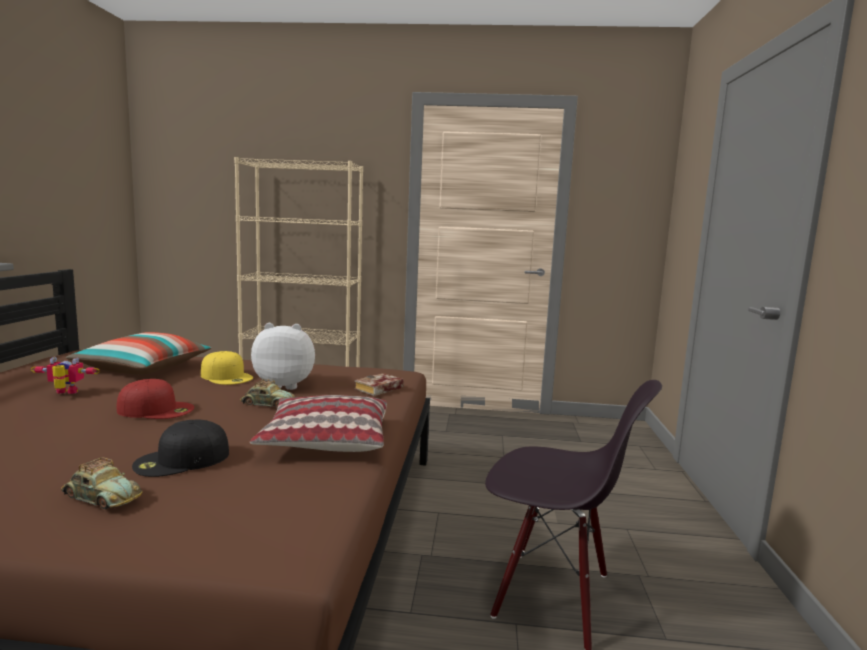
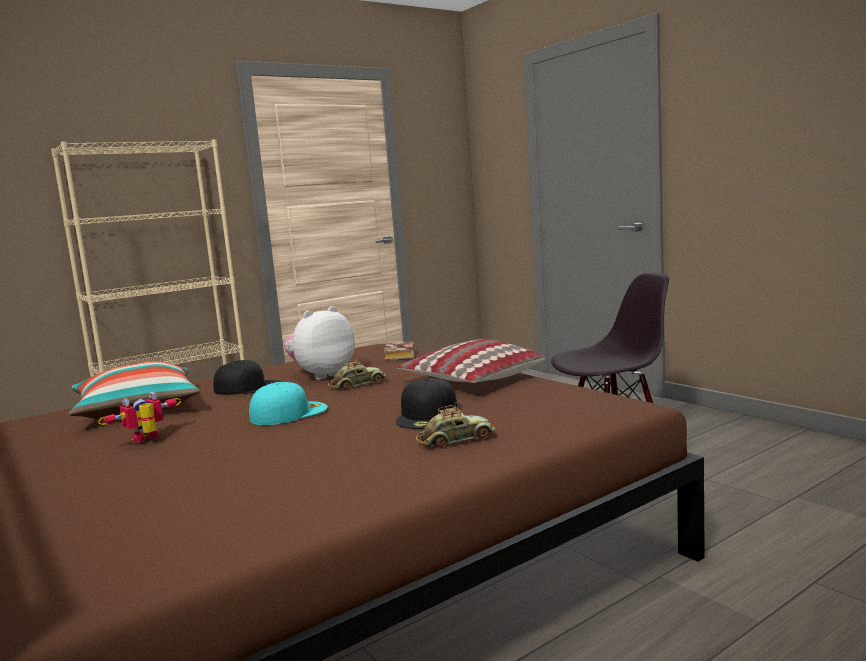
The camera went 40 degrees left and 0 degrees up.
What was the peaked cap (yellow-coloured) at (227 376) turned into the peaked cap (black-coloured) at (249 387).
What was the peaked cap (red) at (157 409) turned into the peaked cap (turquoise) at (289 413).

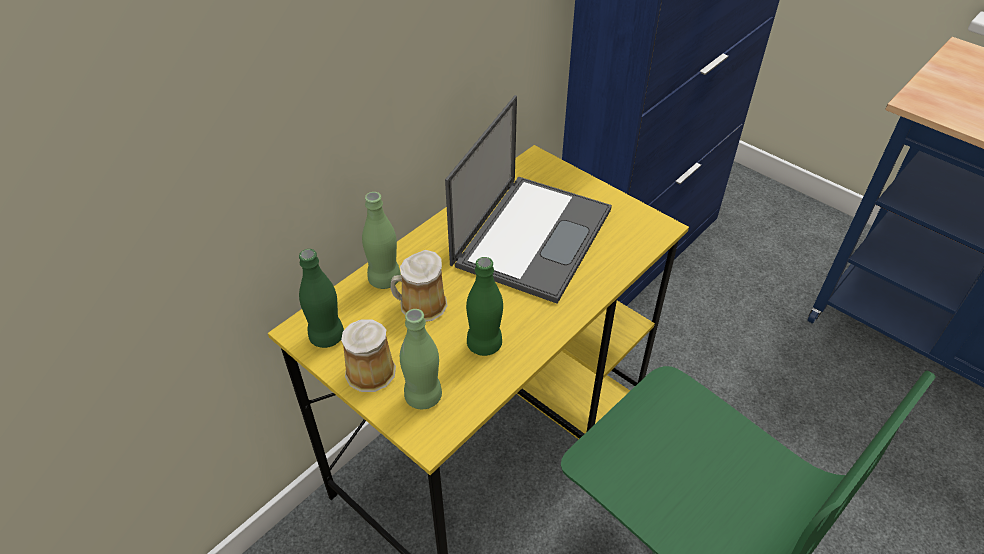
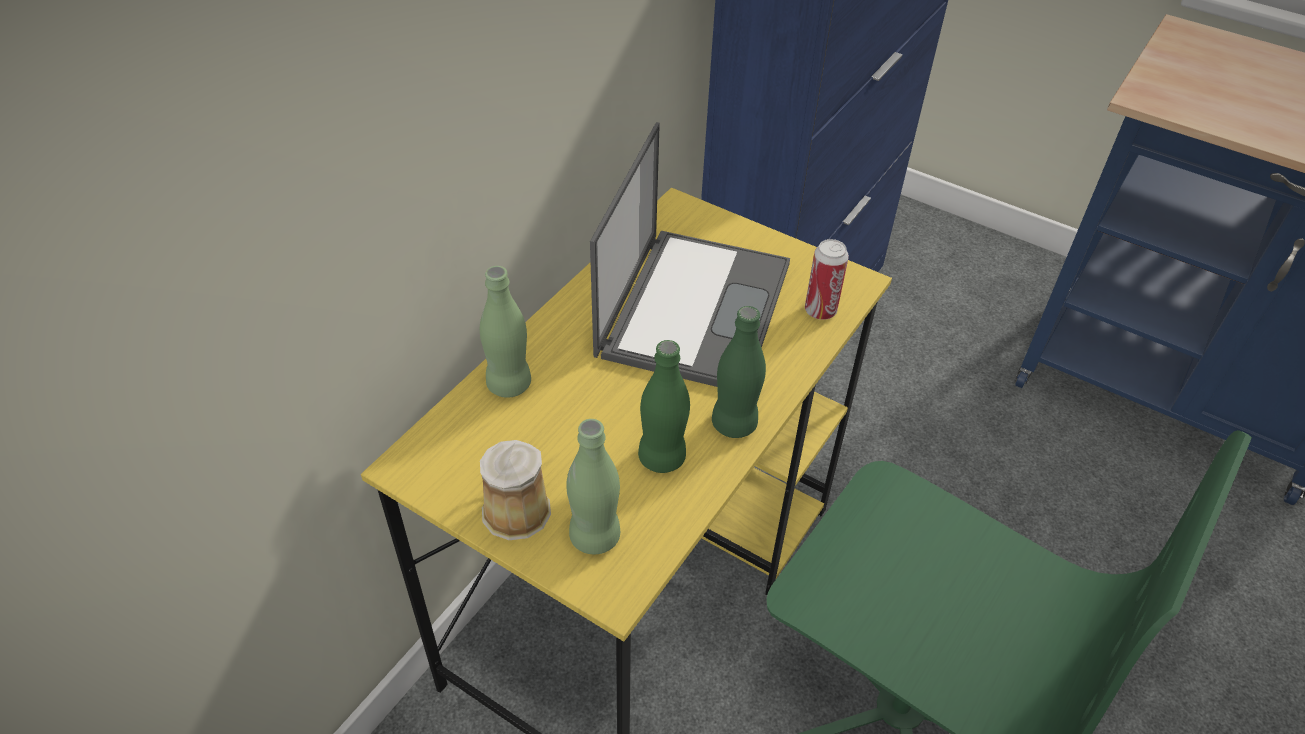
The camera went 10 degrees left and 0 degrees up.
The bottle (green-coloured) ended up elsewhere, having gone from (327 336) to (734 424).
The second view lost the tea mug at (420 305).
The second view gained the metal can at (820 311).

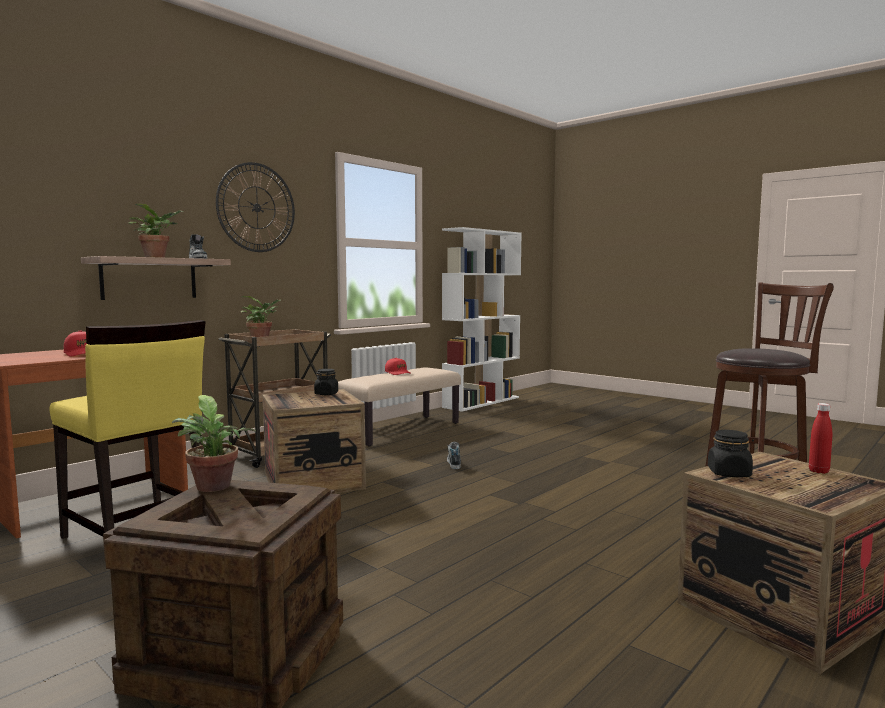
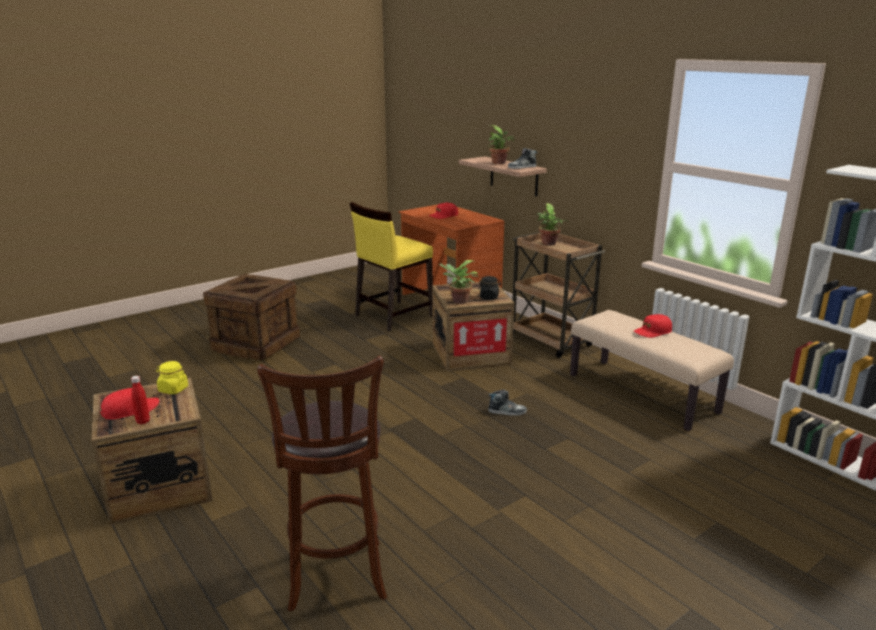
The camera went 100 degrees right and 15 degrees up.
The second view lost the hanging clock at (256 207).
The houseplant ended up elsewhere, having gone from (214 488) to (458 301).
What was the jar (black-coloured) at (729 473) turned into the jar (yellow-coloured) at (173 389).
The second view gained the peaked cap (red) at (130 410).

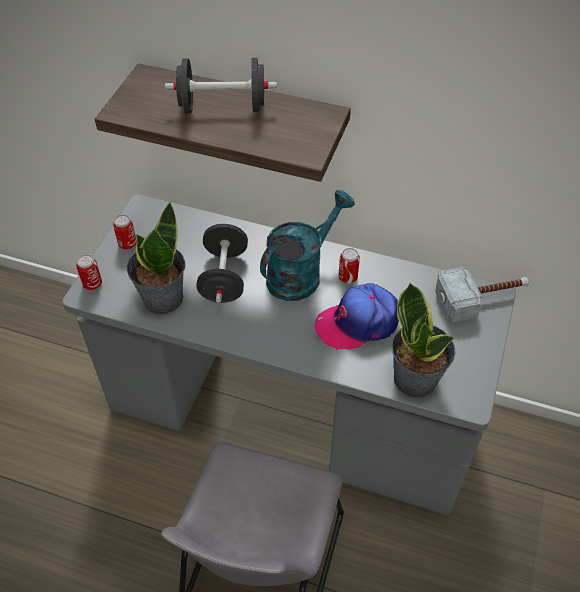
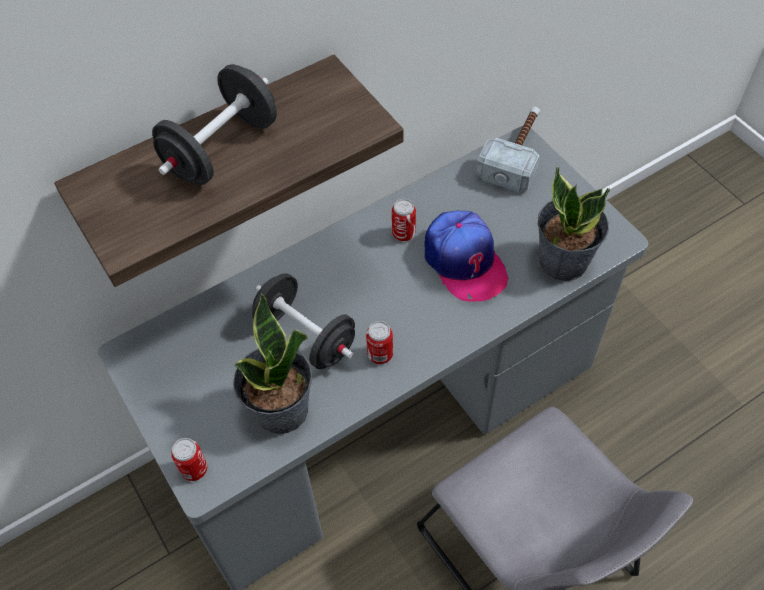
The camera went 50 degrees left and 5 degrees up.
The second view lost the watering can (turquoise) at (301 273).
The metal can ended up elsewhere, having gone from (127 244) to (380 354).
The peaked cap at (357 322) ended up facing another way, 45 degrees counterclockwise from before.

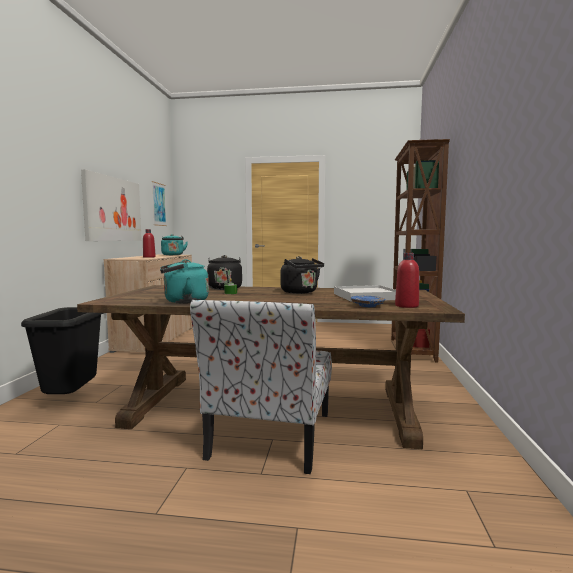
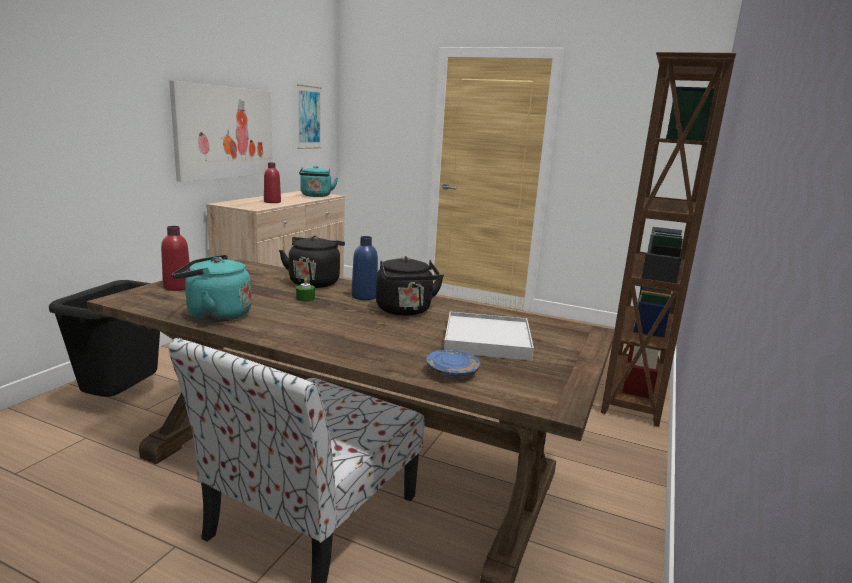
The camera went 15 degrees right and 10 degrees up.
The bottle (red) ended up elsewhere, having gone from (406 306) to (177 287).
The second view gained the bottle (blue) at (364 296).

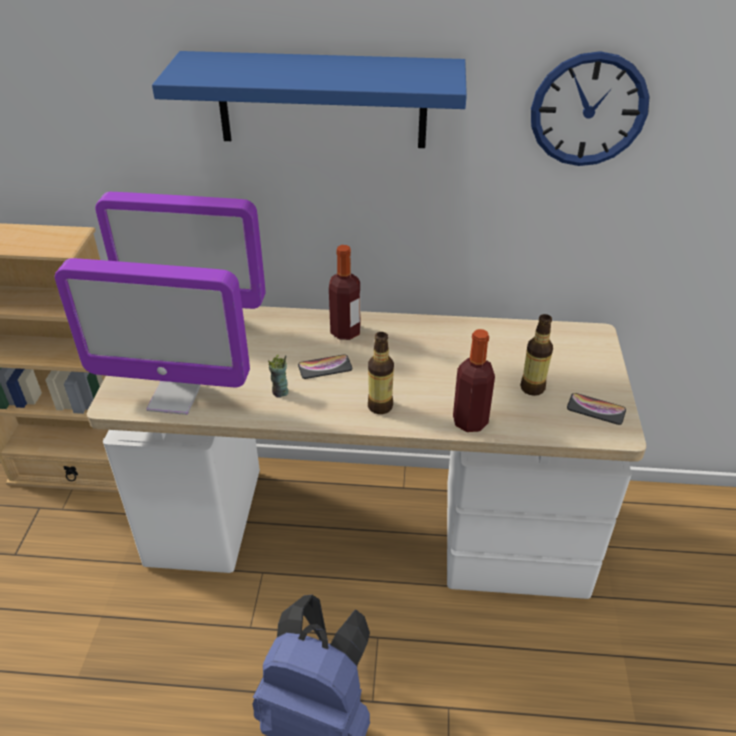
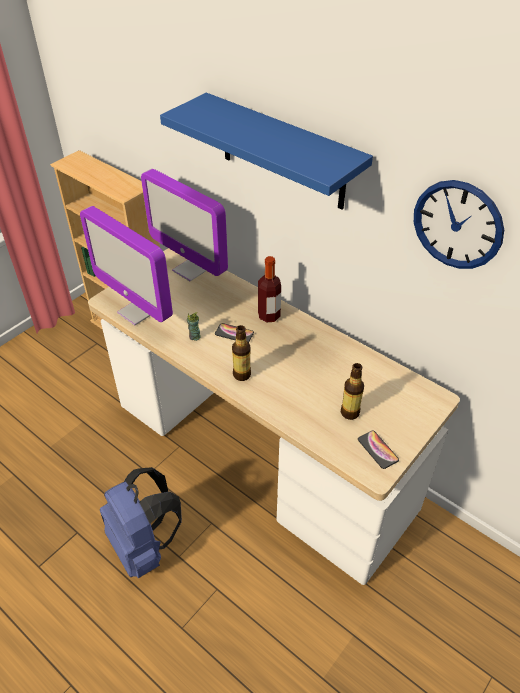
The camera went 35 degrees right and 5 degrees up.
The second view lost the bottle at (470 421).

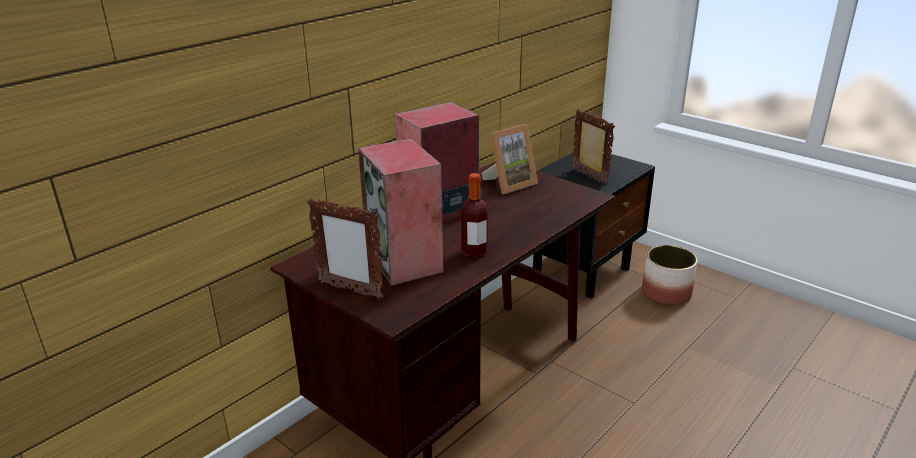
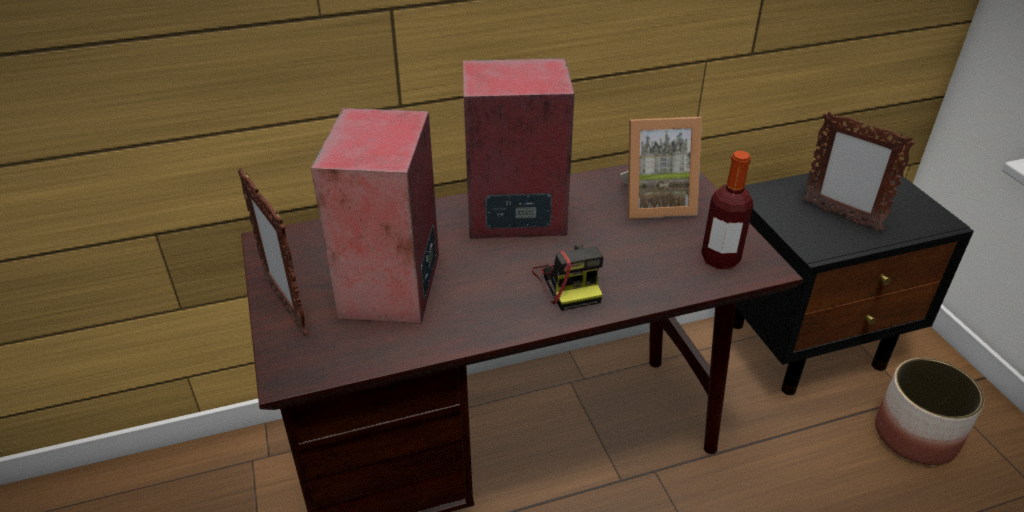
The camera went 30 degrees right and 10 degrees up.
The photo frame at (589 176) ended up facing another way, 135 degrees clockwise from before.
The bottle ended up elsewhere, having gone from (474 252) to (720 259).
The second view gained the still camera at (569 283).

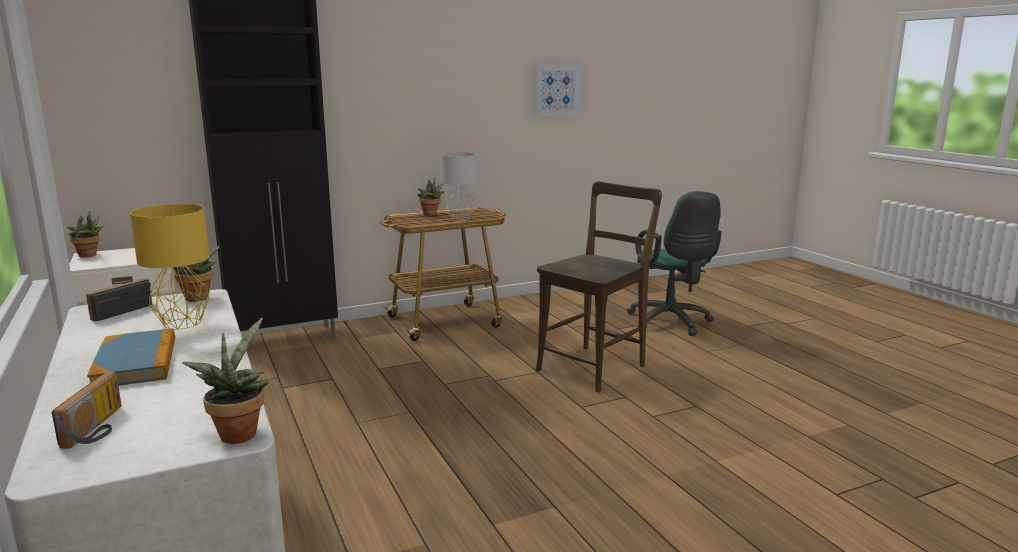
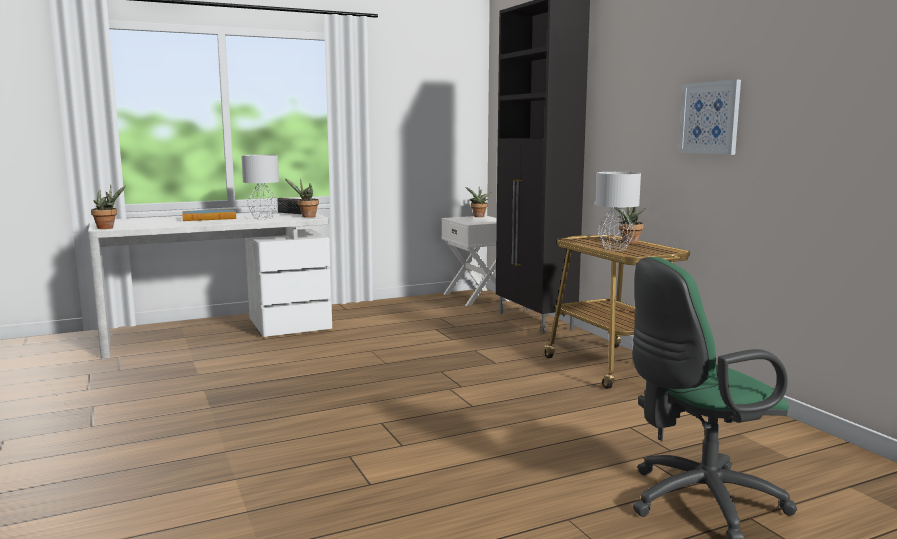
The camera went 90 degrees right and 5 degrees down.
The wall picture ended up elsewhere, having gone from (556 89) to (710 118).
The second view lost the chair (brownish) at (595 366).
What was the tabletop lamp (yellow-coloured) at (182 323) turned into the tabletop lamp (greyish) at (263 218).
The second view lost the radio receiver at (99 428).

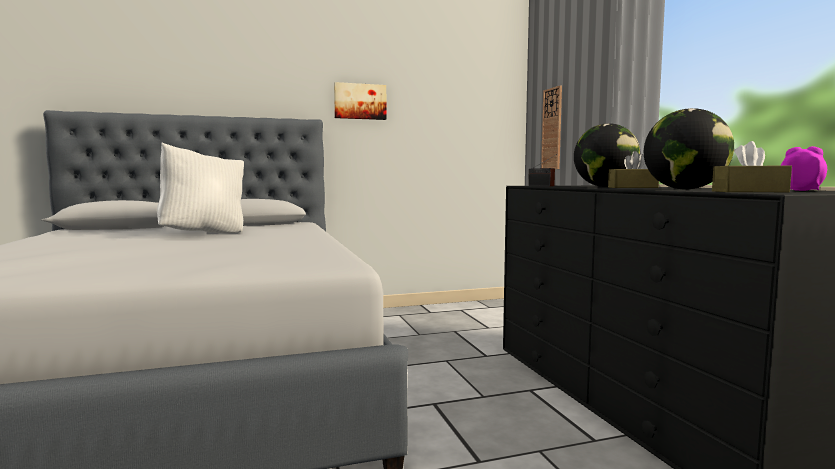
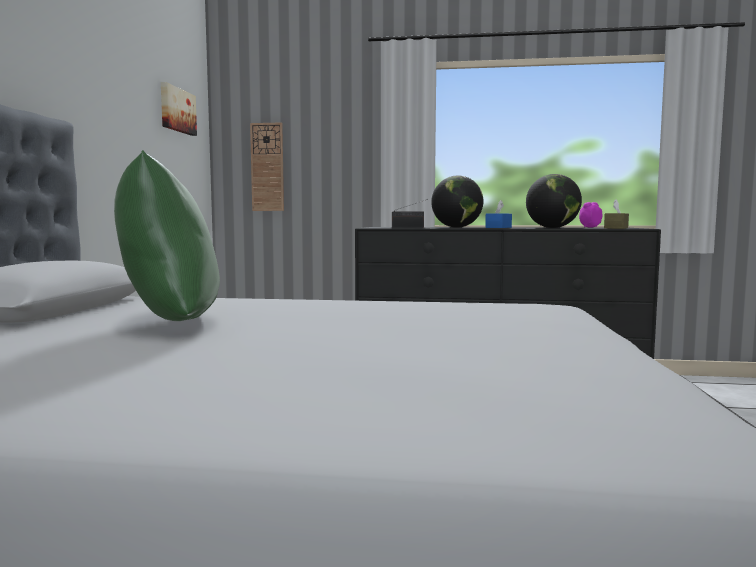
The camera went 65 degrees left and 0 degrees up.
The wall picture ended up elsewhere, having gone from (360 101) to (176 110).
What was the pillow (white-coloured) at (205 233) turned into the pillow (green-coloured) at (168 325).
What was the tissue box (brownish) at (632 187) turned into the tissue box (blue) at (498 227).

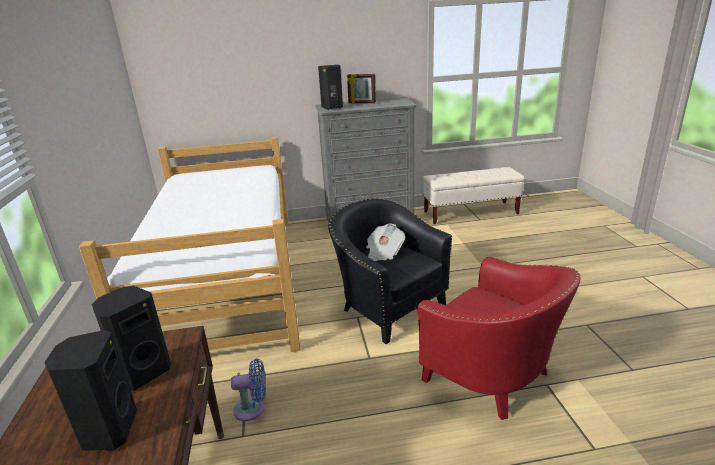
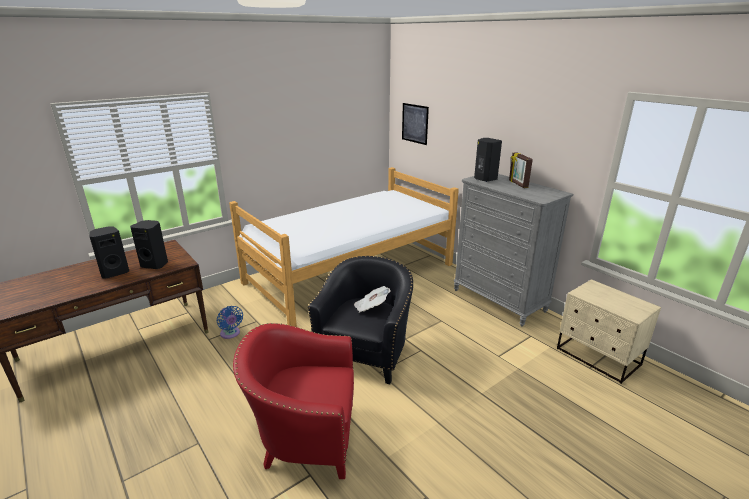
The camera went 60 degrees right and 0 degrees up.
Where the long seat (beige) stood at (471 213), the bedside table (beige) came to stand at (598 357).
The armchair (red) at (493 377) ended up facing another way, 75 degrees clockwise from before.
The second view gained the wall picture at (415 123).

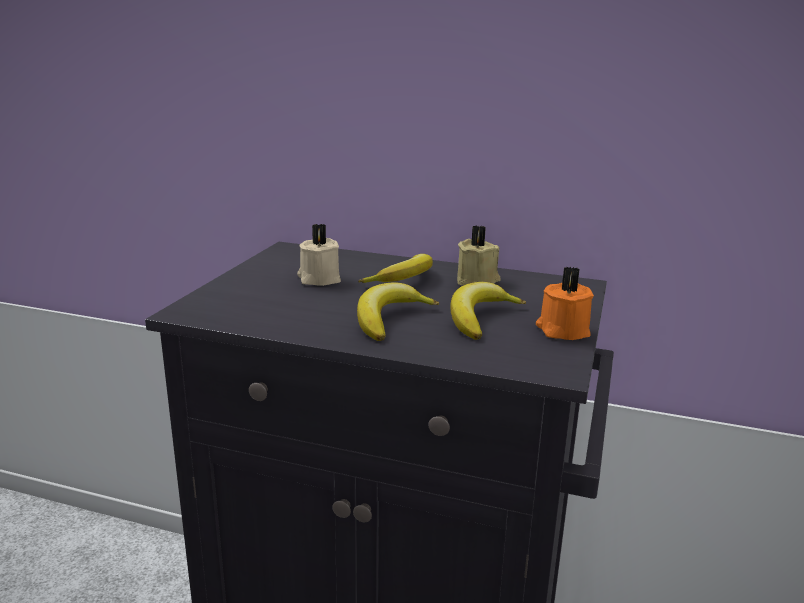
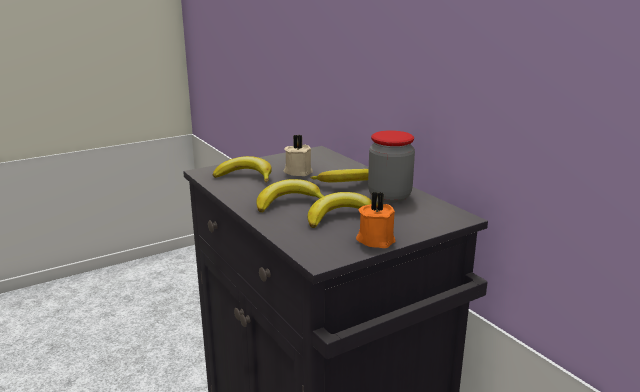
The camera went 40 degrees right and 0 degrees up.
Where the wax light (beige) stood at (478 281), the jar came to stand at (389 196).
The second view gained the banana at (245 176).

